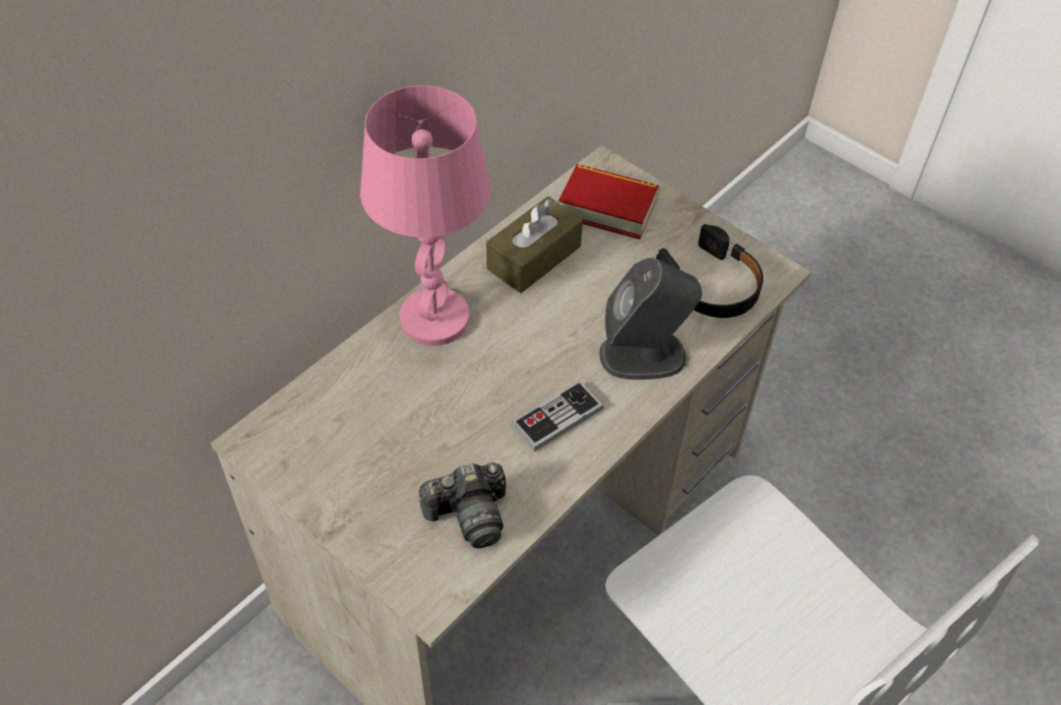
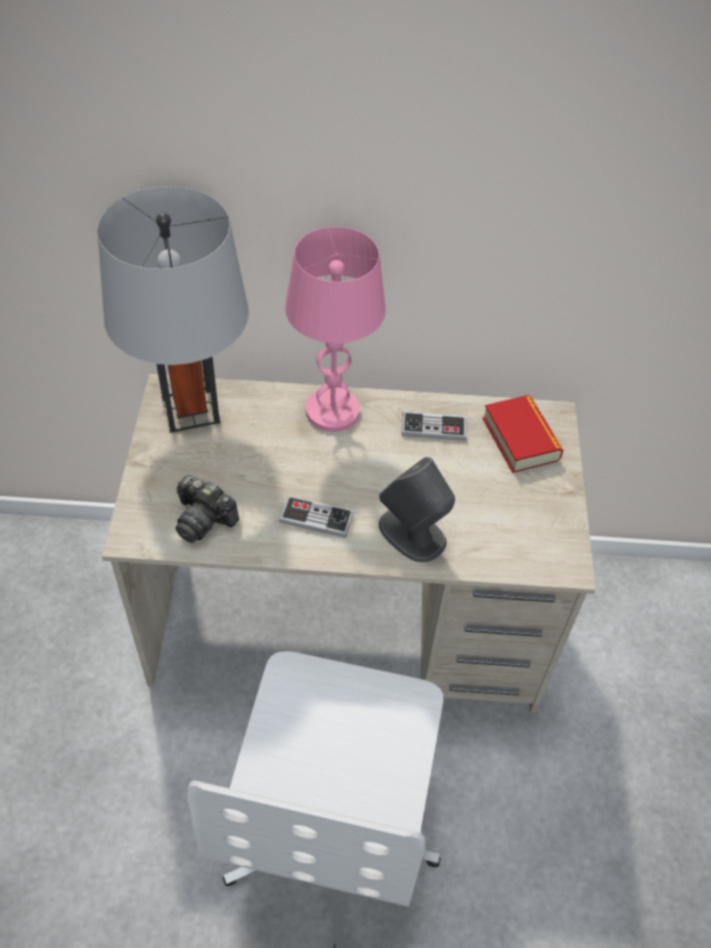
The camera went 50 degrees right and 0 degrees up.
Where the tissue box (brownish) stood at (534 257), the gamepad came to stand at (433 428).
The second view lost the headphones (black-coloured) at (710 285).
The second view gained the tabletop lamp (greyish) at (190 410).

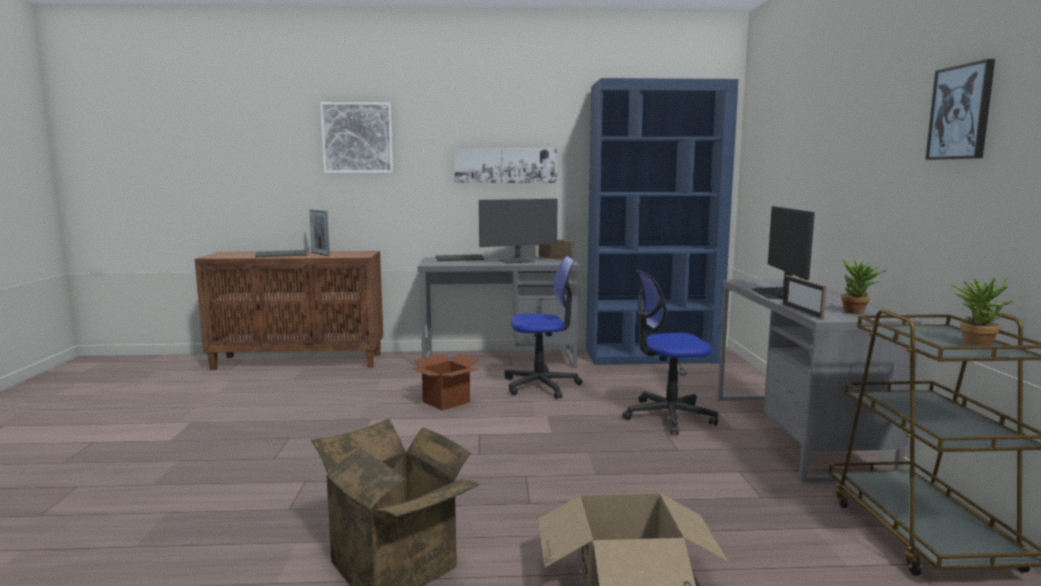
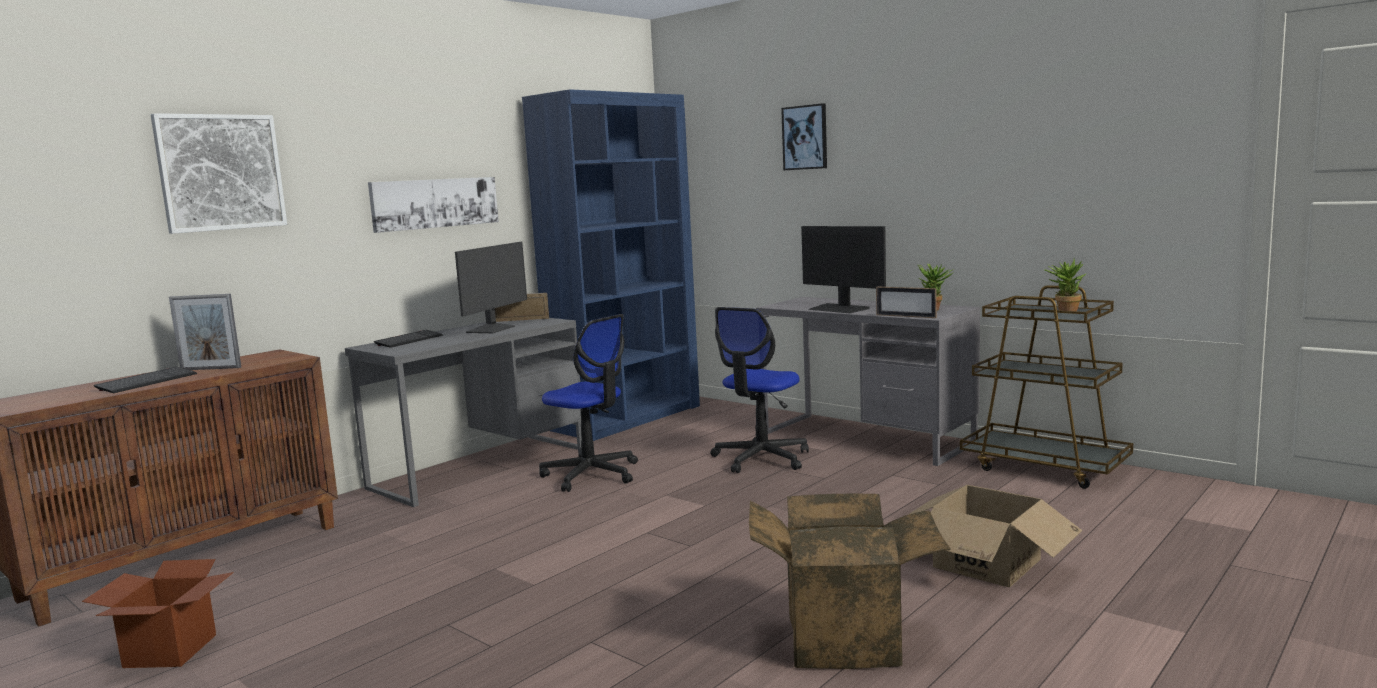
The camera went 45 degrees left and 0 degrees up.
The wall picture ended up elsewhere, having gone from (961 112) to (805 137).
The computer chair at (541 385) ended up facing another way, 90 degrees clockwise from before.
The packing box ended up elsewhere, having gone from (446 401) to (170 651).

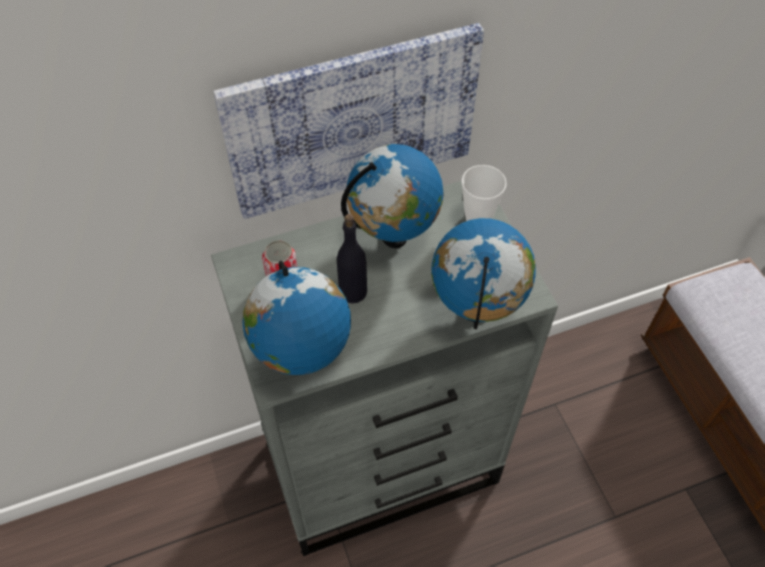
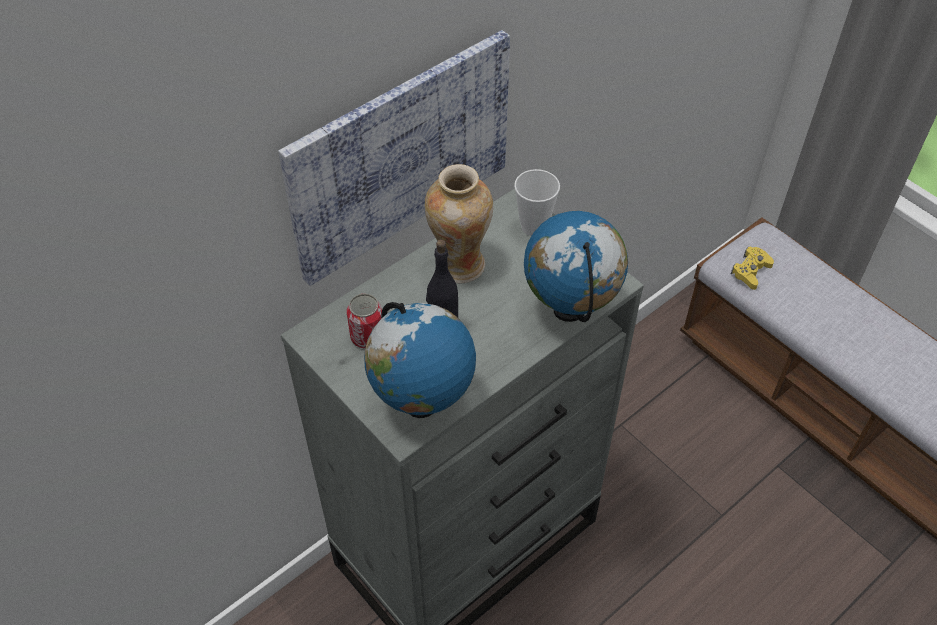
The camera went 20 degrees left and 5 degrees down.
Where the globe stood at (393 236), the vase came to stand at (460 265).
The second view gained the gamepad (yellow-coloured) at (750 271).

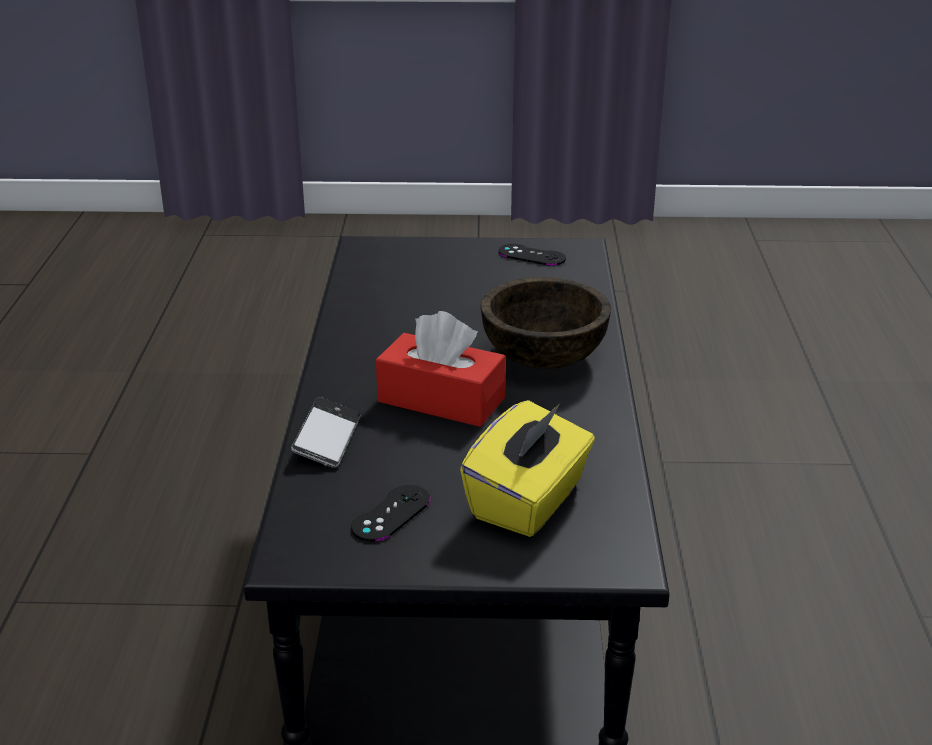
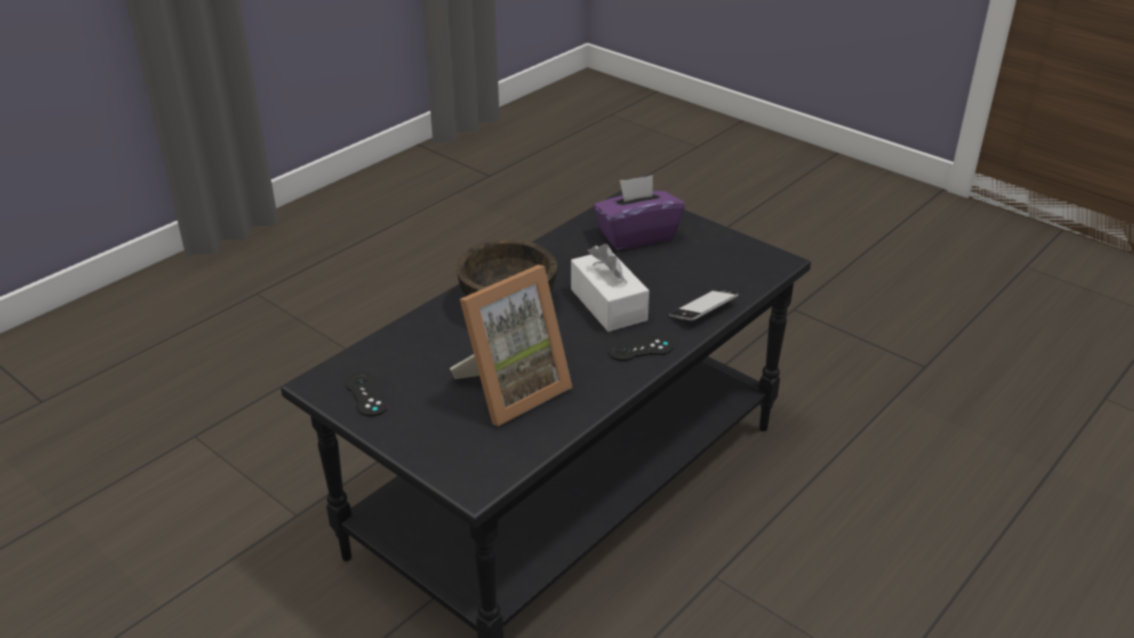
The camera went 140 degrees left and 5 degrees up.
What was the tissue box (red) at (441 400) turned into the tissue box (white-coloured) at (608 305).
What was the tissue box (yellow-coloured) at (528 501) turned into the tissue box (purple-coloured) at (636 236).
The gamepad (black-coloured) ended up elsewhere, having gone from (391 514) to (640 349).
The second view gained the photo frame at (511 389).

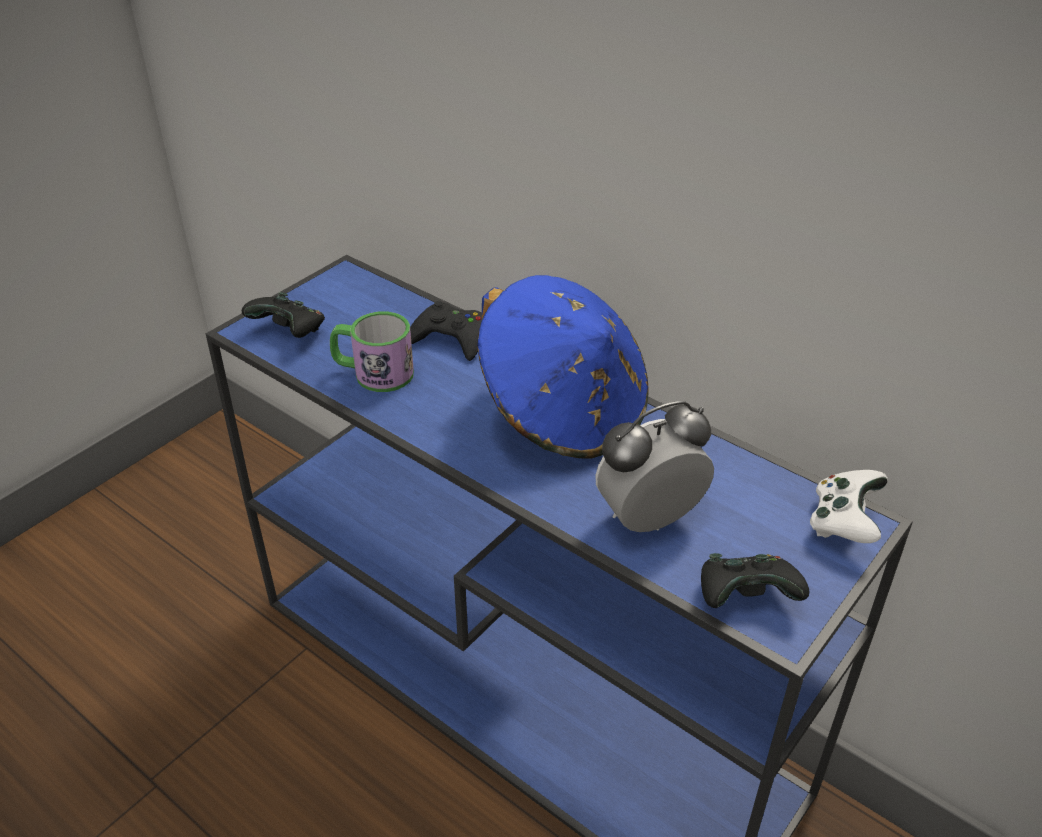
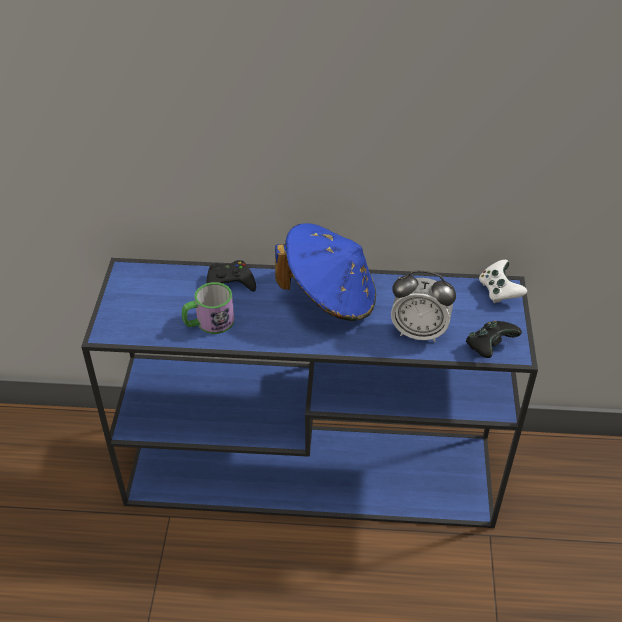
The camera went 35 degrees left and 5 degrees up.
The second view lost the gamepad (black-coloured) at (290 332).
The table clock at (649 519) ended up facing another way, 105 degrees counterclockwise from before.

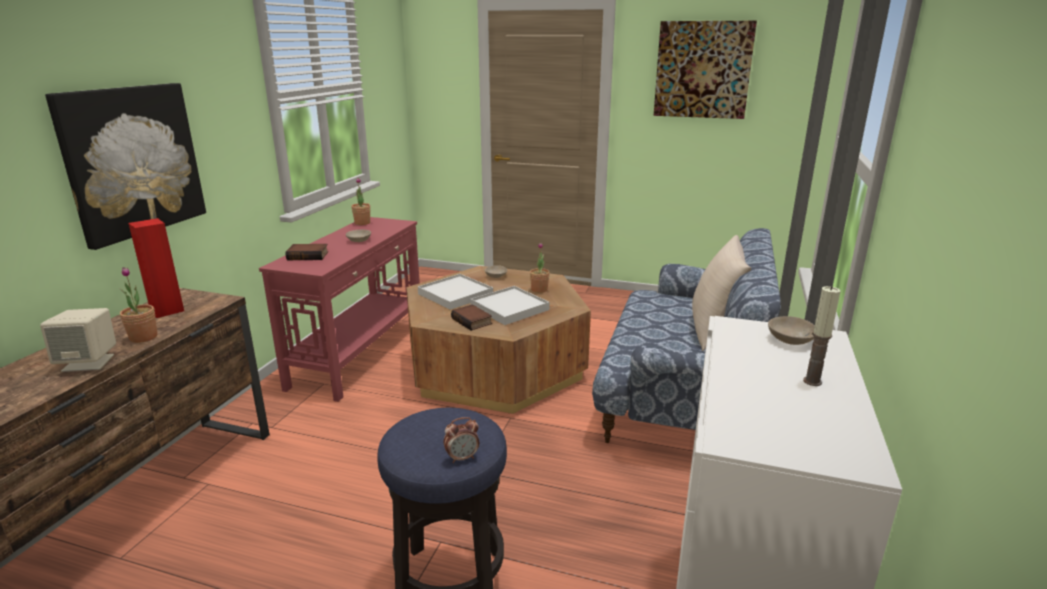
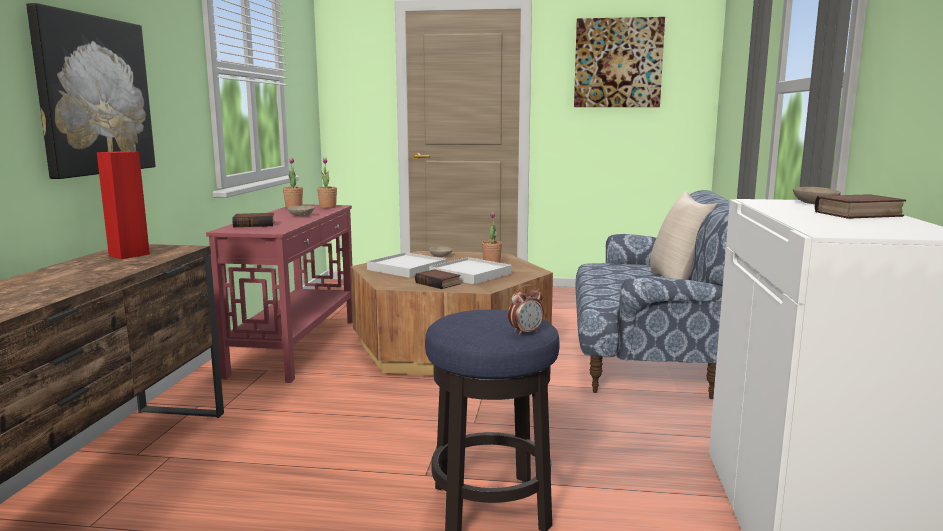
The camera went 10 degrees left and 10 degrees down.
The houseplant ended up elsewhere, having gone from (143 337) to (327 207).
Where the wax light stood at (812 381), the book came to stand at (859 214).
The second view lost the audio speaker (beige) at (89 363).

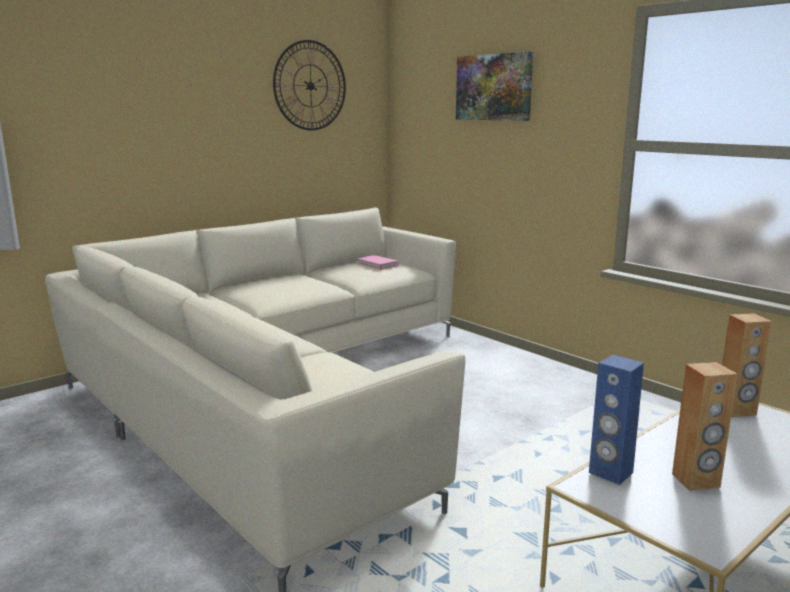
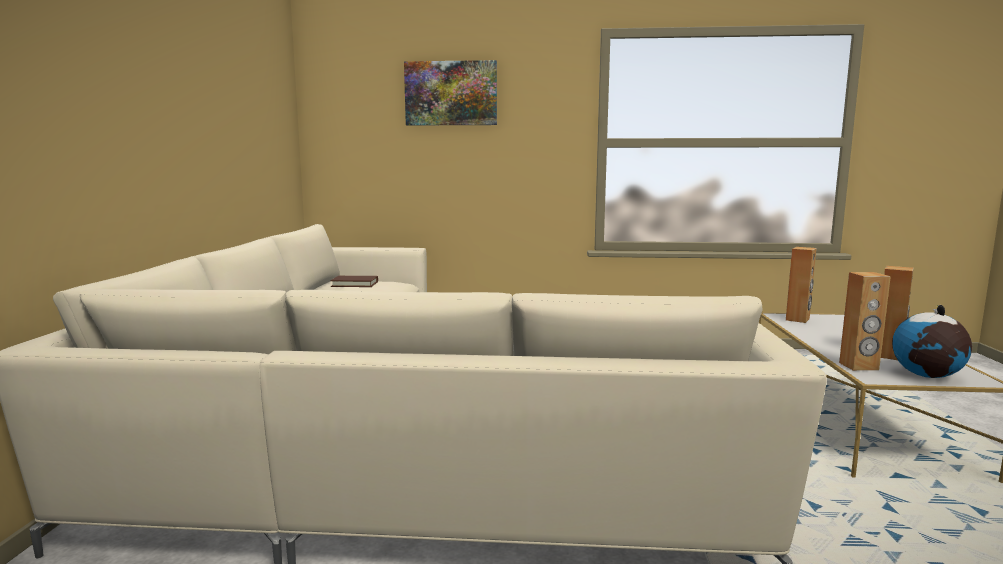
The camera went 45 degrees left and 5 degrees down.
The second view lost the hanging clock at (310 86).
What was the book (pink-coloured) at (377 265) turned into the book (brownish) at (355 284).
What was the audio speaker (blue) at (610 473) turned into the audio speaker (brownish) at (859 366).
The second view gained the globe at (927 376).

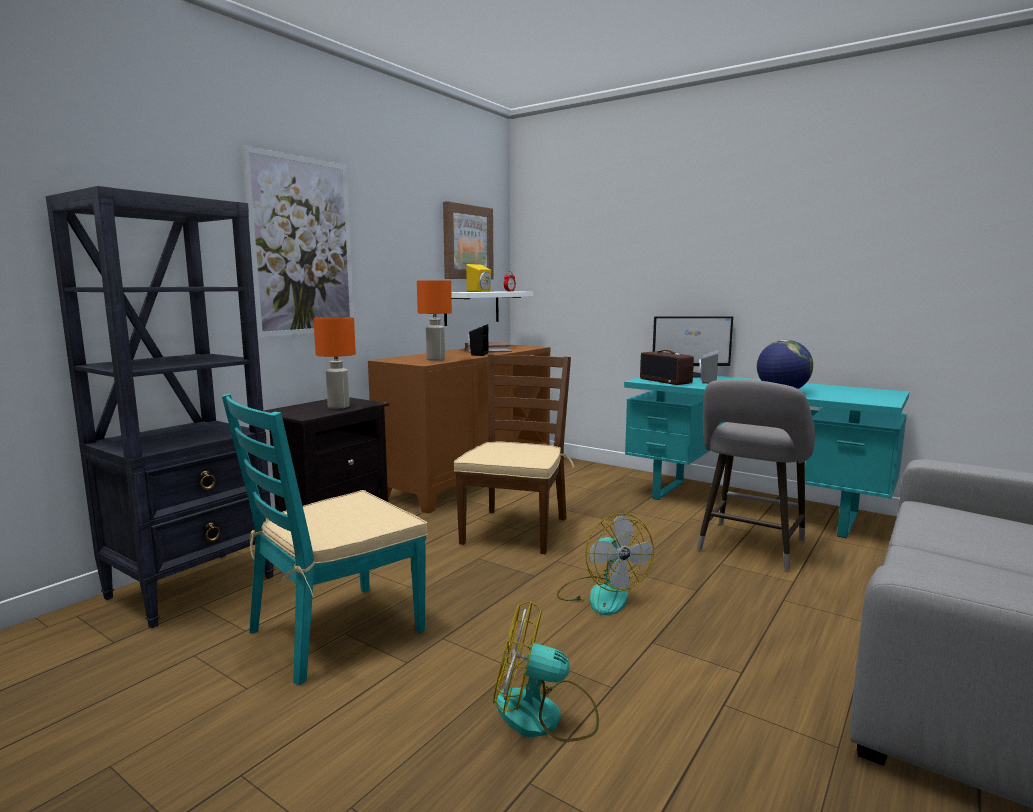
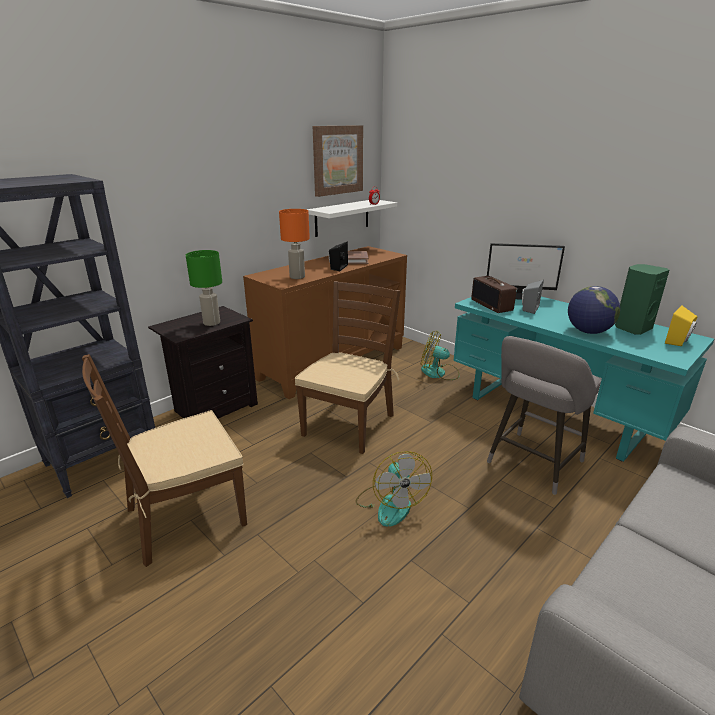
The camera went 10 degrees right and 15 degrees up.
The second view lost the wall picture at (302 247).
The audio speaker (yellow-coloured) ended up elsewhere, having gone from (480 291) to (678 341).
What was the tabletop lamp (orange-coloured) at (339 407) turned into the tabletop lamp (green-coloured) at (212 323).
What was the chair (turquoise) at (335 631) turned into the chair (brownish) at (185 517).
The electric fan ended up elsewhere, having gone from (544 716) to (439 373).
The second view gained the audio speaker (green-coloured) at (632 328).

